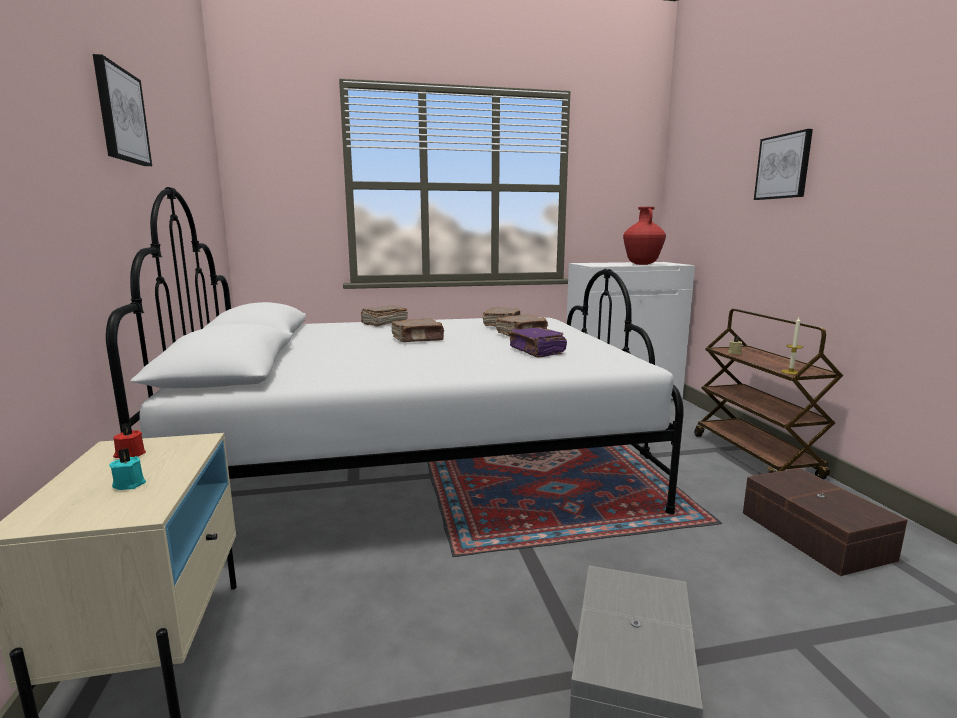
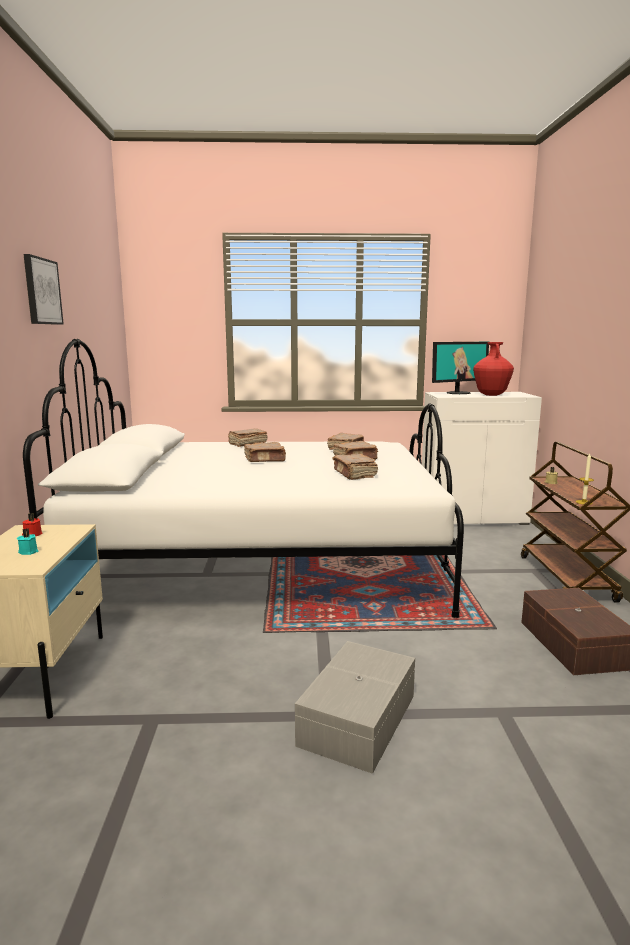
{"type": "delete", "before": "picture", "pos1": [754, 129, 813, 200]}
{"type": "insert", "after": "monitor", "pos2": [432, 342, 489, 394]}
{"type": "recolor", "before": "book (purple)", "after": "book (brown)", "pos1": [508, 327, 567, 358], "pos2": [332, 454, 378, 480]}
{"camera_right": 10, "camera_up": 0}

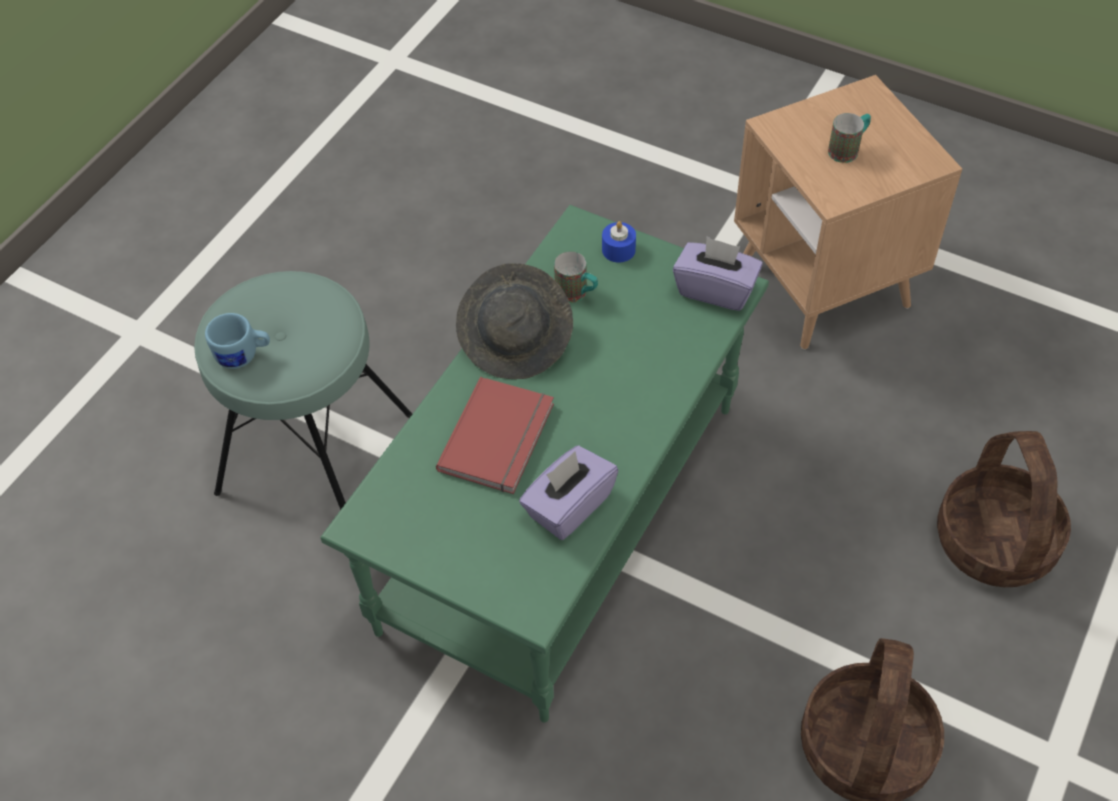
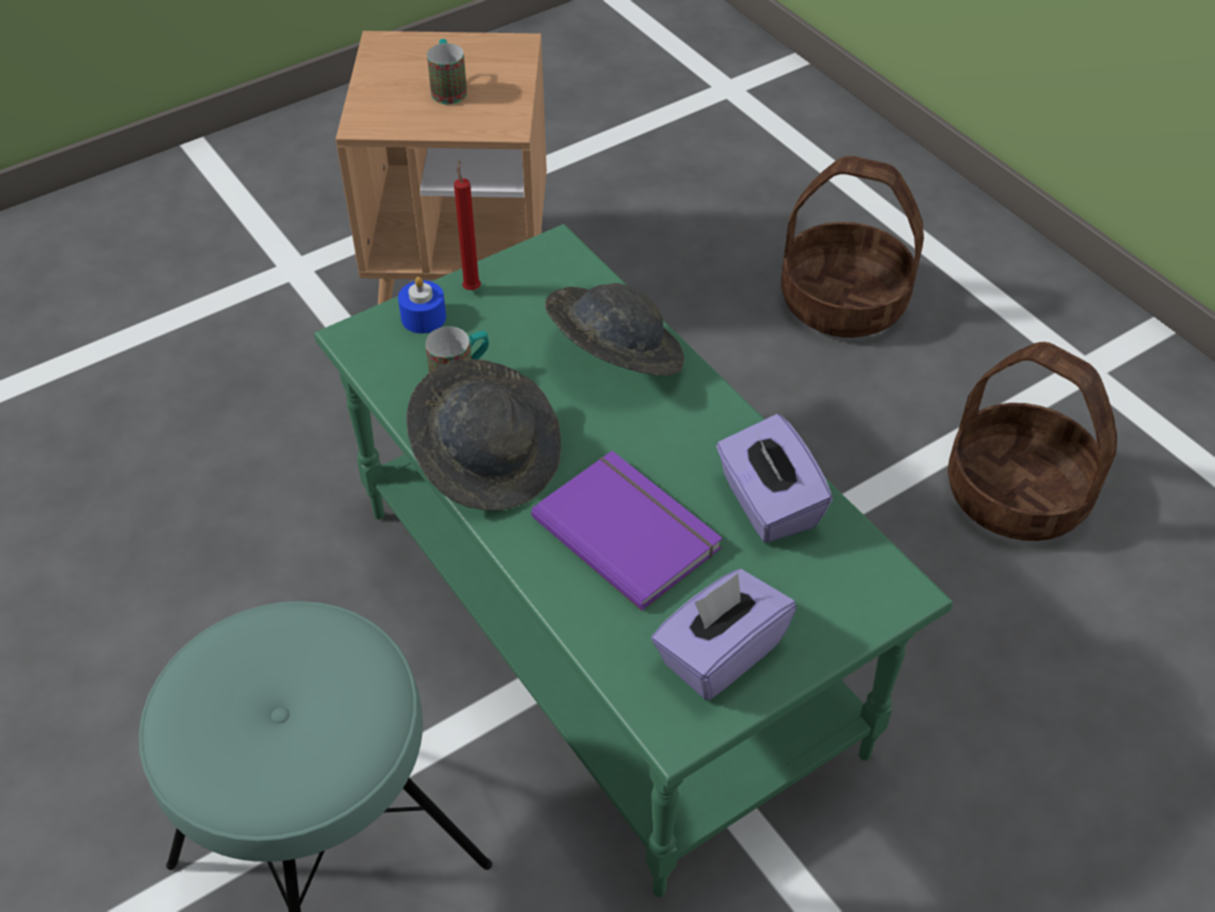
{"type": "delete", "before": "mug (blue)", "pos1": [205, 313, 270, 369]}
{"type": "insert", "after": "candle (red)", "pos2": [454, 160, 481, 290]}
{"type": "insert", "after": "hat (grey)", "pos2": [545, 283, 684, 376]}
{"type": "move", "before": "tissue box (purple)", "pos1": [673, 237, 763, 311], "pos2": [651, 569, 796, 701]}
{"type": "recolor", "before": "book (red)", "after": "book (purple)", "pos1": [436, 377, 554, 494], "pos2": [531, 451, 722, 611]}
{"camera_right": -65, "camera_up": -5}

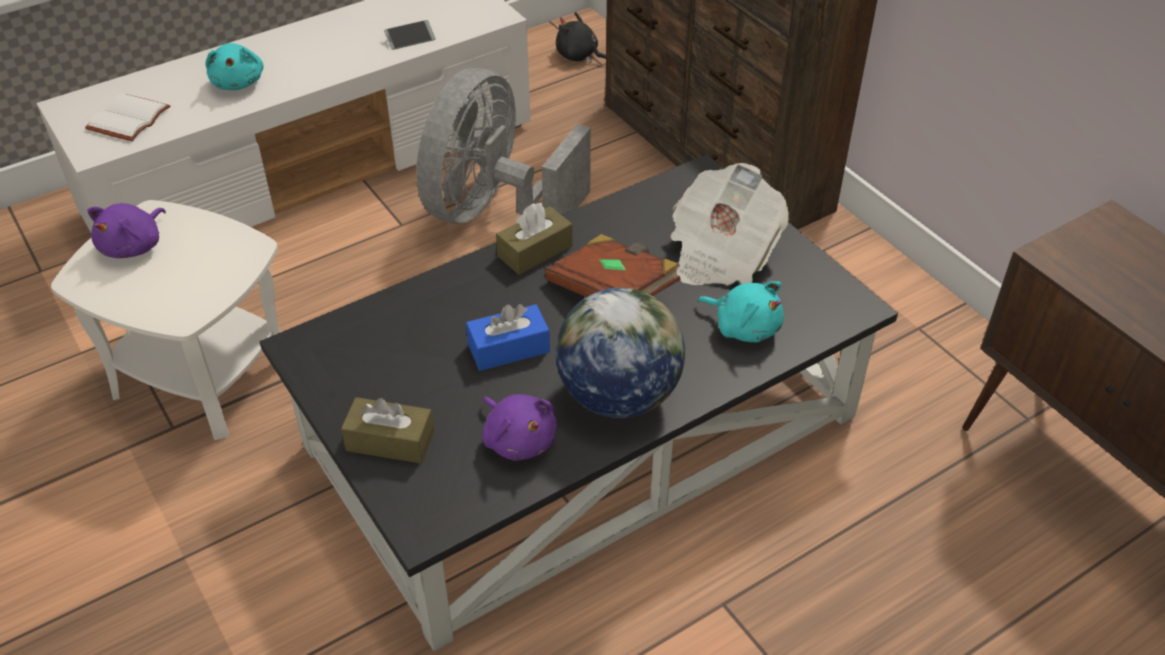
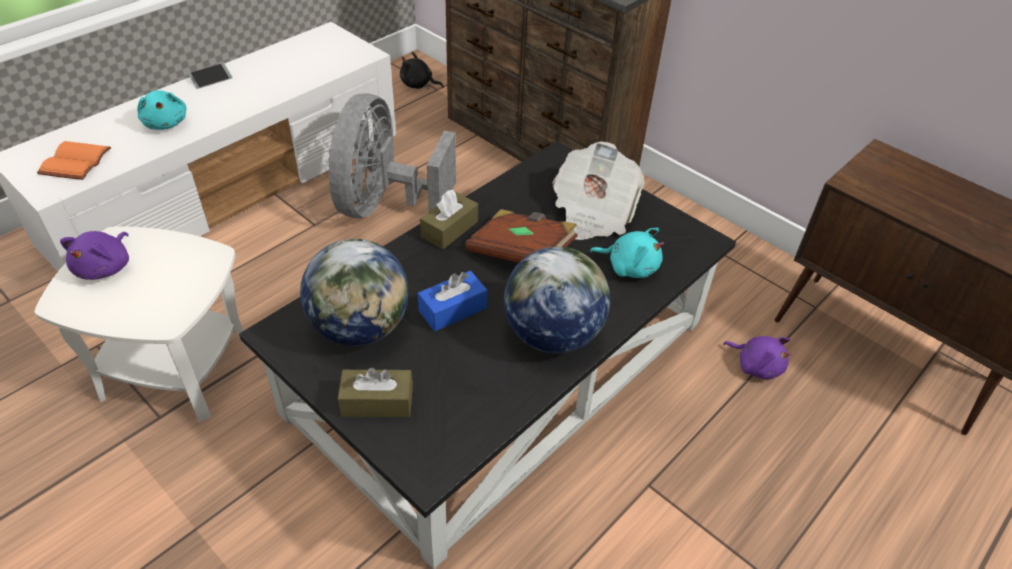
{"type": "insert", "after": "globe", "pos2": [300, 239, 409, 346]}
{"type": "move", "before": "phone", "pos1": [384, 20, 436, 50], "pos2": [188, 63, 232, 89]}
{"type": "move", "before": "plush toy (purple)", "pos1": [482, 394, 557, 461], "pos2": [723, 336, 791, 379]}
{"type": "recolor", "before": "book (white)", "after": "book (orange)", "pos1": [85, 93, 170, 141], "pos2": [37, 141, 111, 180]}
{"camera_right": -15, "camera_up": 0}

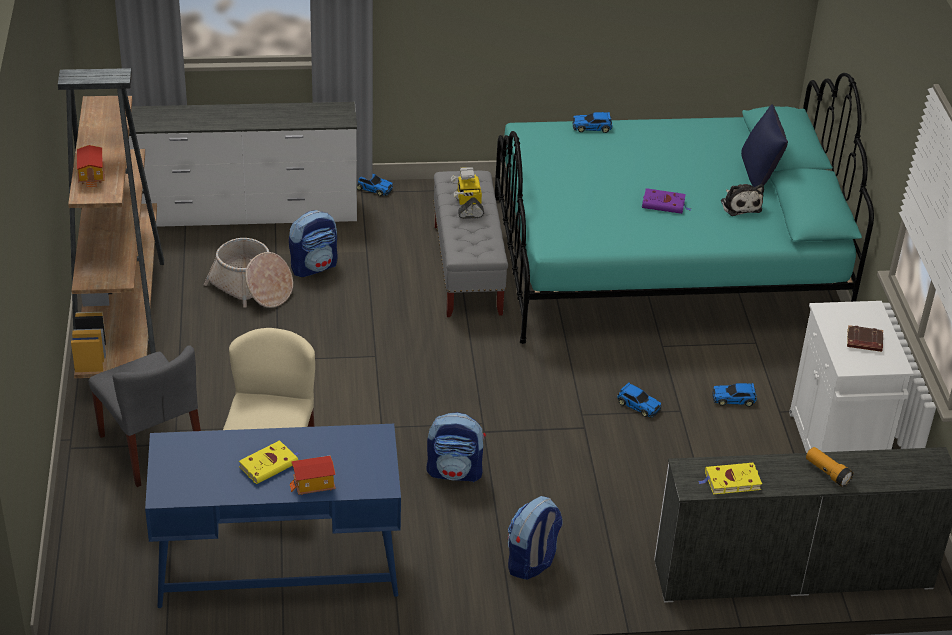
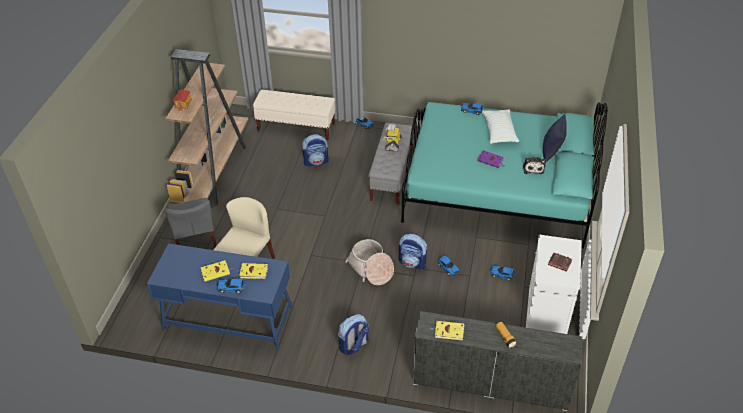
{"type": "insert", "after": "book (yellow)", "pos2": [236, 263, 268, 279]}
{"type": "insert", "after": "pillow", "pos2": [482, 109, 519, 144]}
{"type": "move", "before": "basket", "pos1": [204, 238, 293, 308], "pos2": [345, 239, 394, 285]}
{"type": "move", "before": "backpack", "pos1": [427, 412, 486, 482], "pos2": [399, 234, 428, 270]}
{"type": "replace", "before": "dresser (white)", "after": "bench (beige)", "pos1": [129, 102, 357, 227], "pos2": [253, 90, 335, 140]}
{"type": "replace", "before": "toy house", "after": "toy car", "pos1": [289, 456, 336, 495], "pos2": [217, 279, 245, 294]}
{"camera_right": 20, "camera_up": 5}

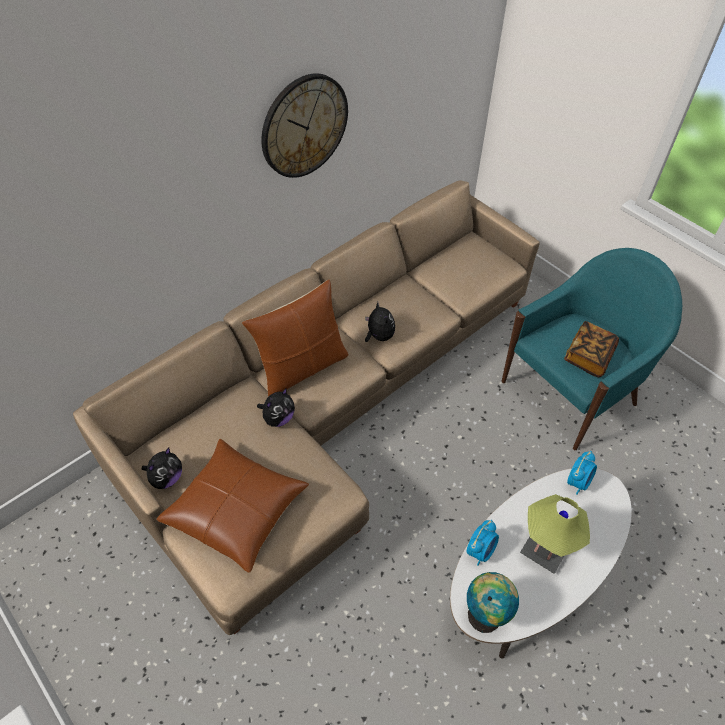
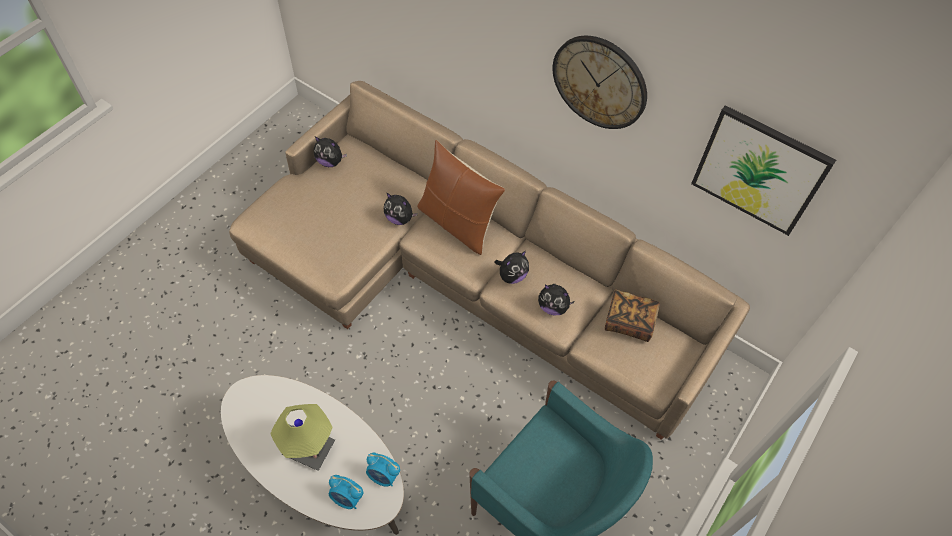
{"type": "delete", "before": "pillow (brown)", "pos1": [157, 439, 309, 573]}
{"type": "delete", "before": "globe", "pos1": [467, 572, 519, 633]}
{"type": "insert", "after": "plush toy", "pos2": [538, 284, 575, 315]}
{"type": "insert", "after": "picture", "pos2": [691, 105, 836, 236]}
{"type": "move", "before": "alarm clock", "pos1": [467, 520, 499, 566], "pos2": [329, 475, 364, 509]}
{"type": "move", "before": "book", "pos1": [564, 321, 619, 377], "pos2": [605, 290, 660, 342]}
{"camera_right": 75, "camera_up": 5}

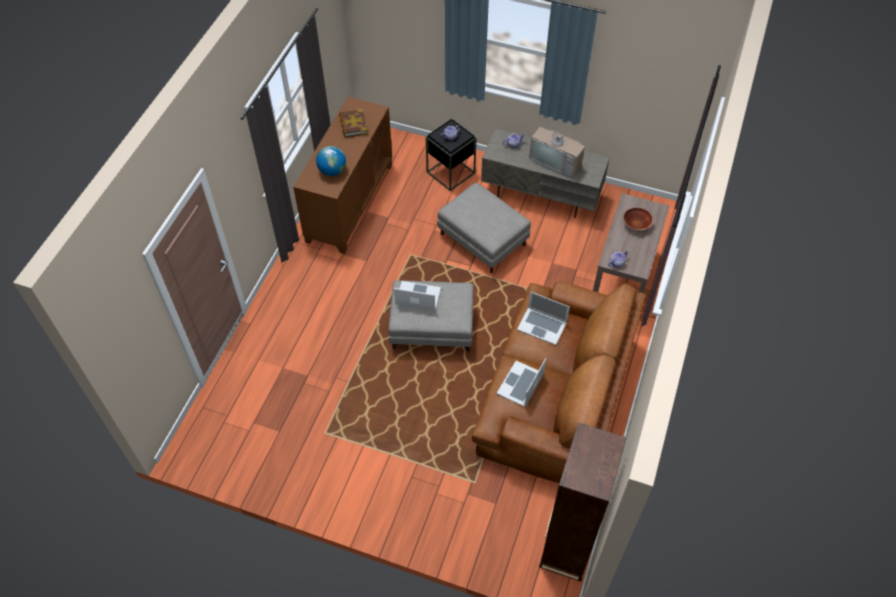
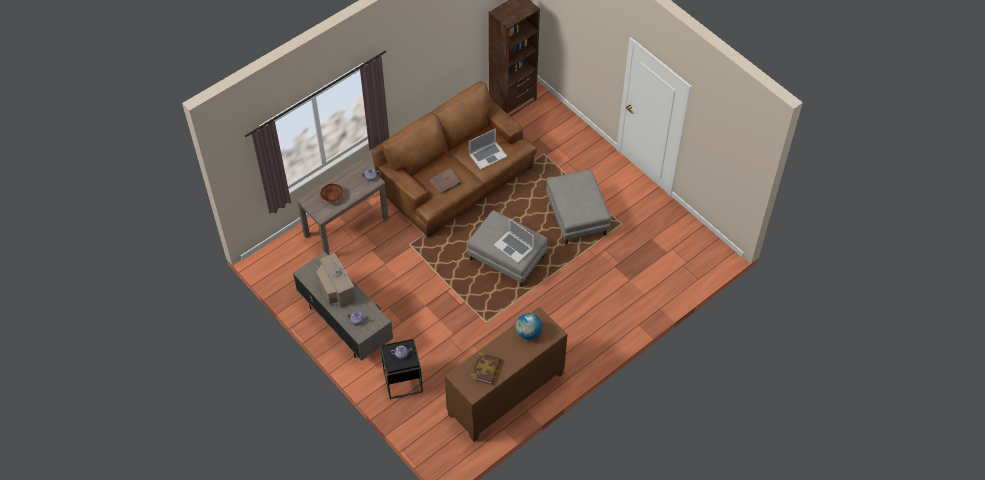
{"type": "move", "before": "ottoman (grey)", "pos1": [437, 183, 531, 273], "pos2": [546, 169, 611, 245]}
{"type": "replace", "before": "laptop", "after": "book (brown)", "pos1": [517, 292, 570, 345], "pos2": [431, 169, 461, 194]}
{"camera_right": -150, "camera_up": 0}

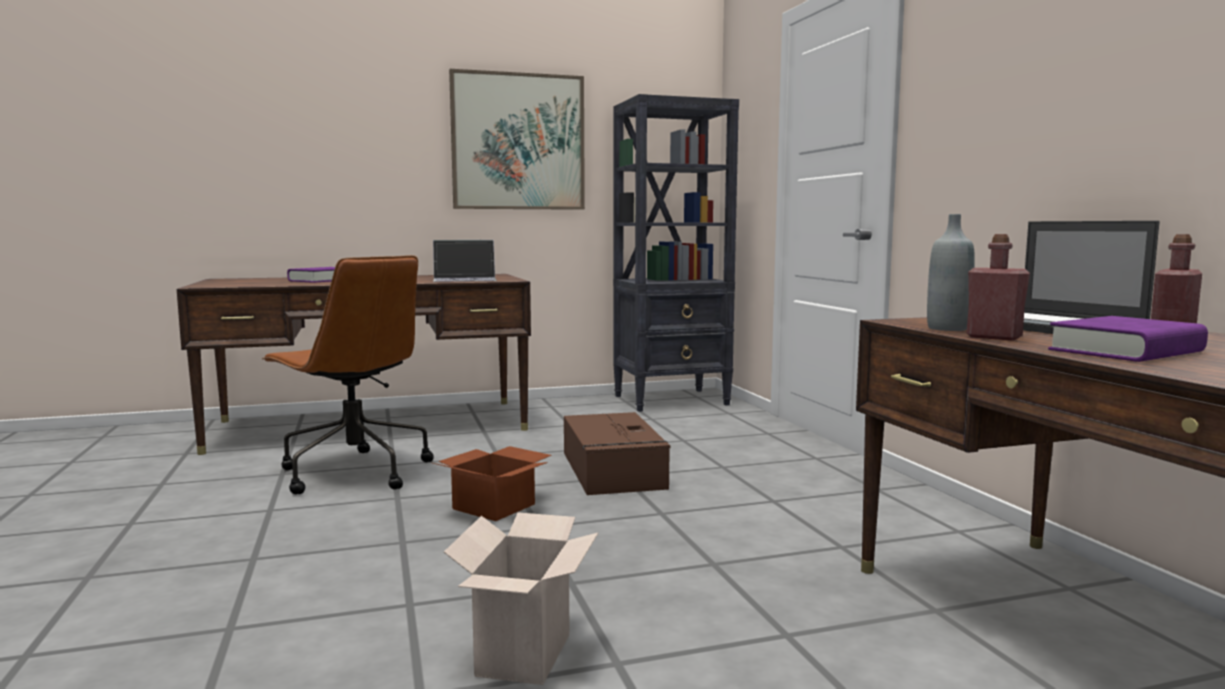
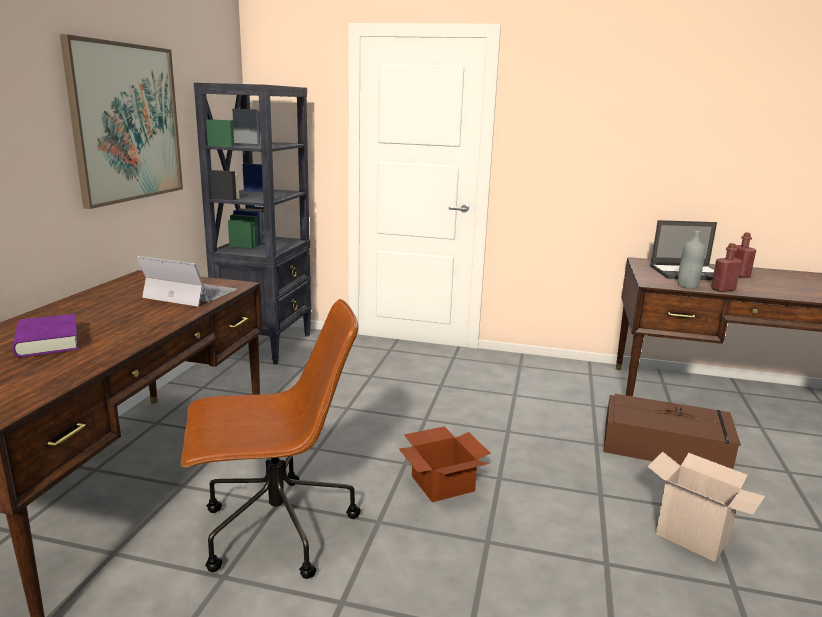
{"type": "delete", "before": "book (purple)", "pos1": [1048, 316, 1208, 362]}
{"type": "move", "before": "storage box (brown)", "pos1": [564, 412, 671, 495], "pos2": [604, 394, 741, 469]}
{"type": "rotate", "before": "laptop", "pos1": [433, 240, 497, 282], "pos2": [136, 256, 237, 307], "turn": -90}
{"camera_right": -60, "camera_up": 10}

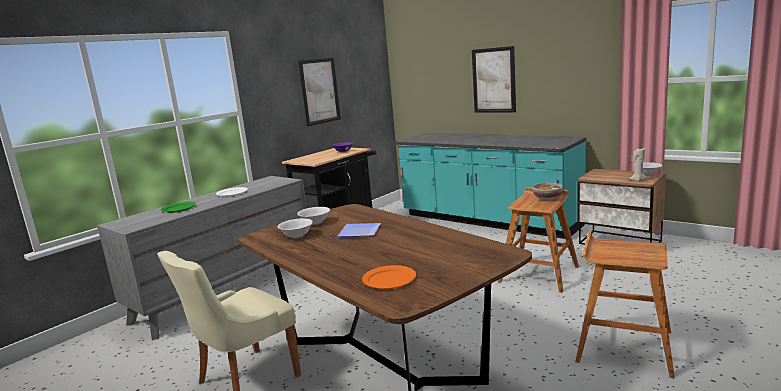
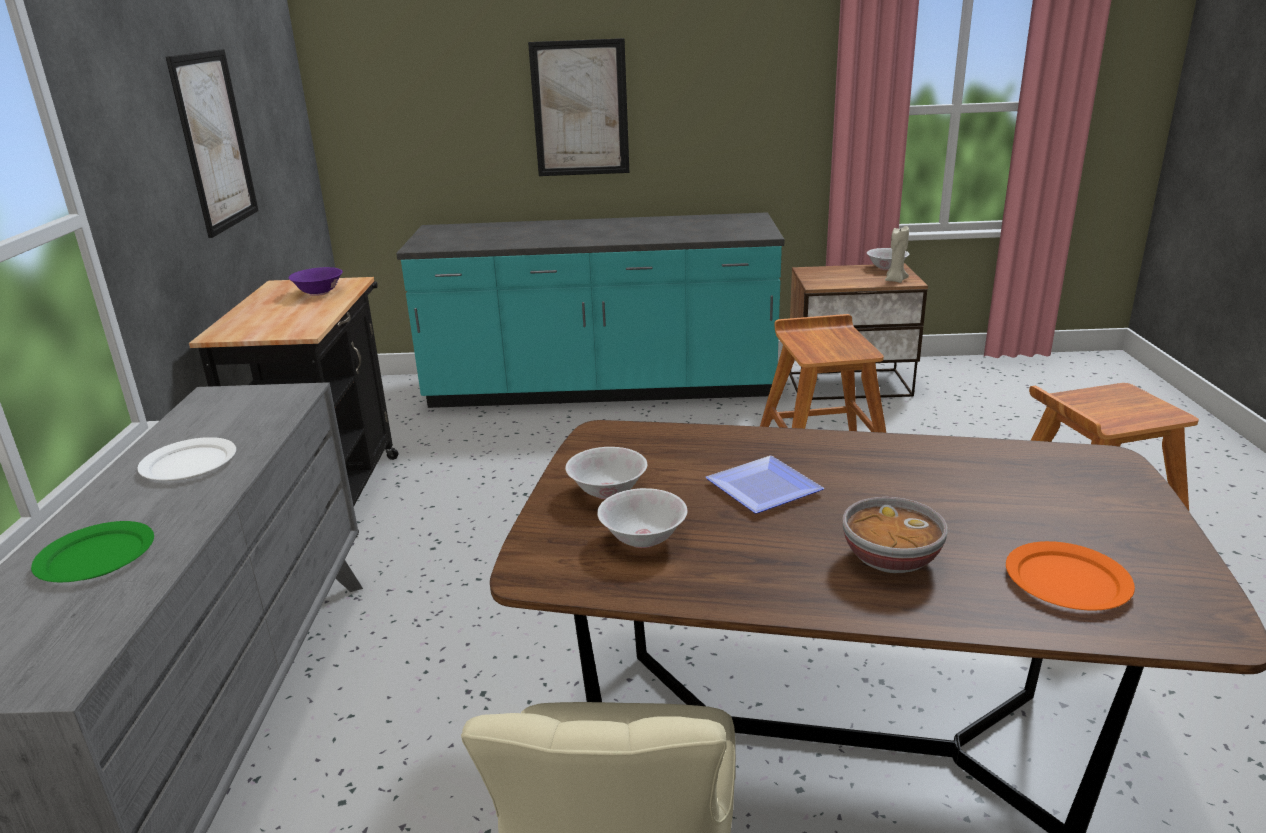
{"type": "move", "before": "bowl", "pos1": [532, 183, 563, 200], "pos2": [843, 497, 948, 573]}
{"camera_right": -40, "camera_up": 10}

